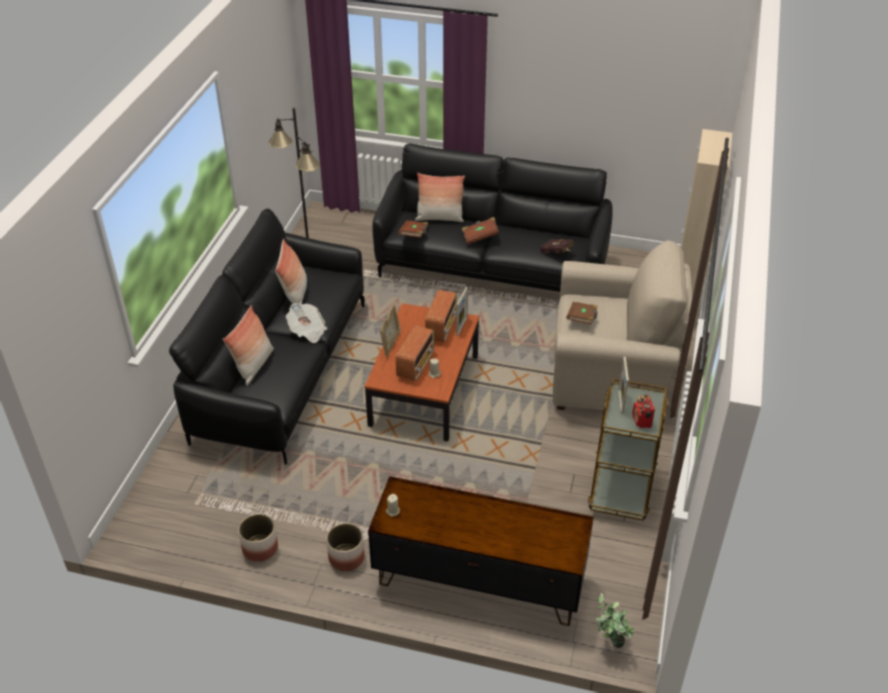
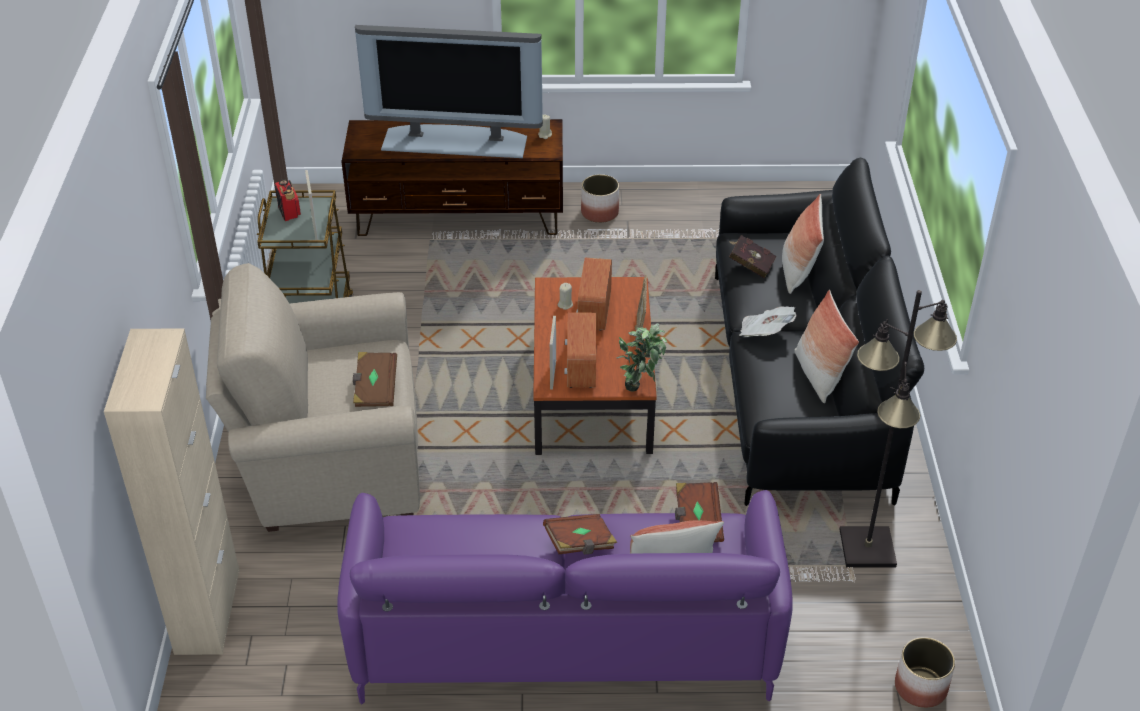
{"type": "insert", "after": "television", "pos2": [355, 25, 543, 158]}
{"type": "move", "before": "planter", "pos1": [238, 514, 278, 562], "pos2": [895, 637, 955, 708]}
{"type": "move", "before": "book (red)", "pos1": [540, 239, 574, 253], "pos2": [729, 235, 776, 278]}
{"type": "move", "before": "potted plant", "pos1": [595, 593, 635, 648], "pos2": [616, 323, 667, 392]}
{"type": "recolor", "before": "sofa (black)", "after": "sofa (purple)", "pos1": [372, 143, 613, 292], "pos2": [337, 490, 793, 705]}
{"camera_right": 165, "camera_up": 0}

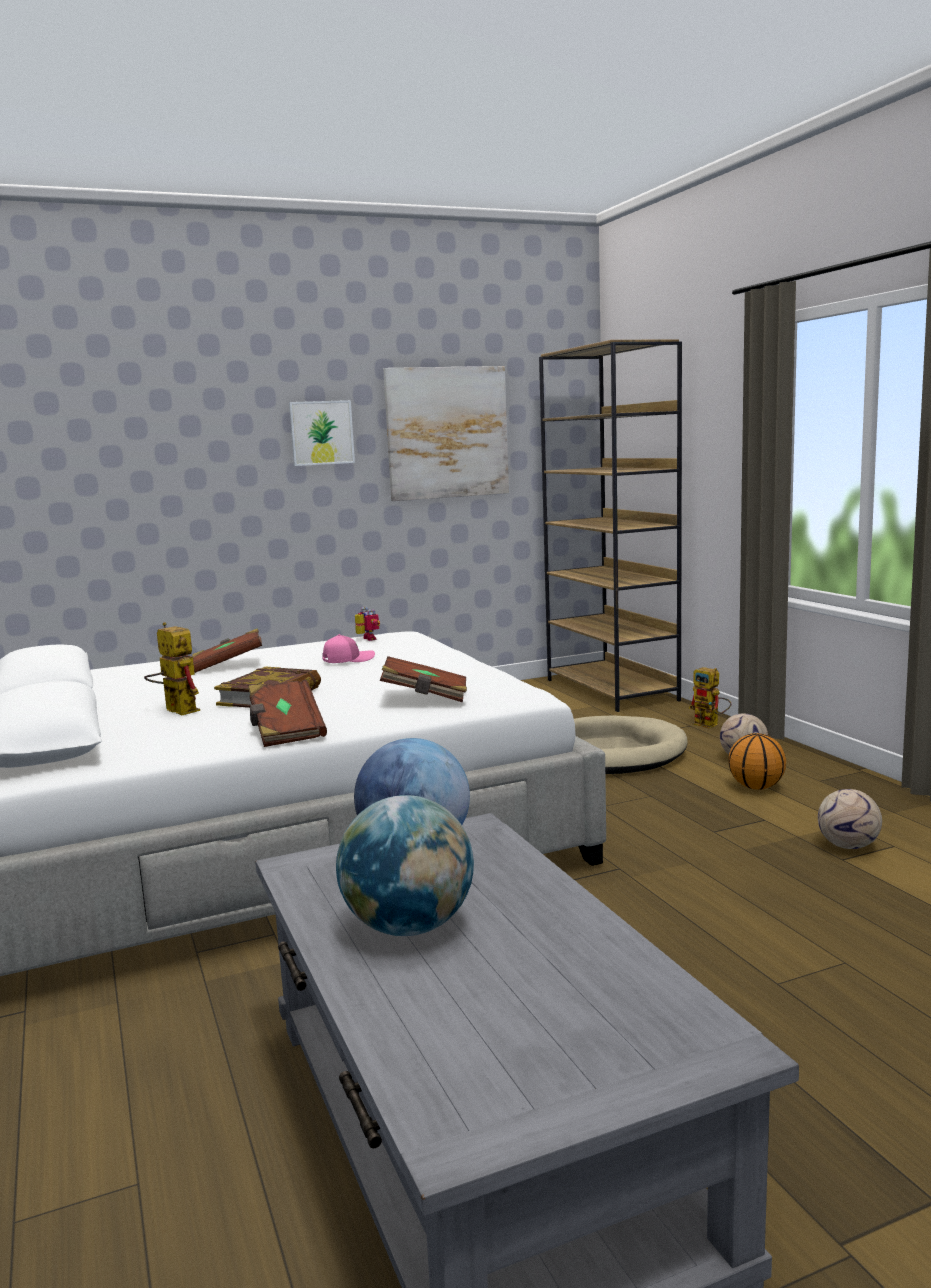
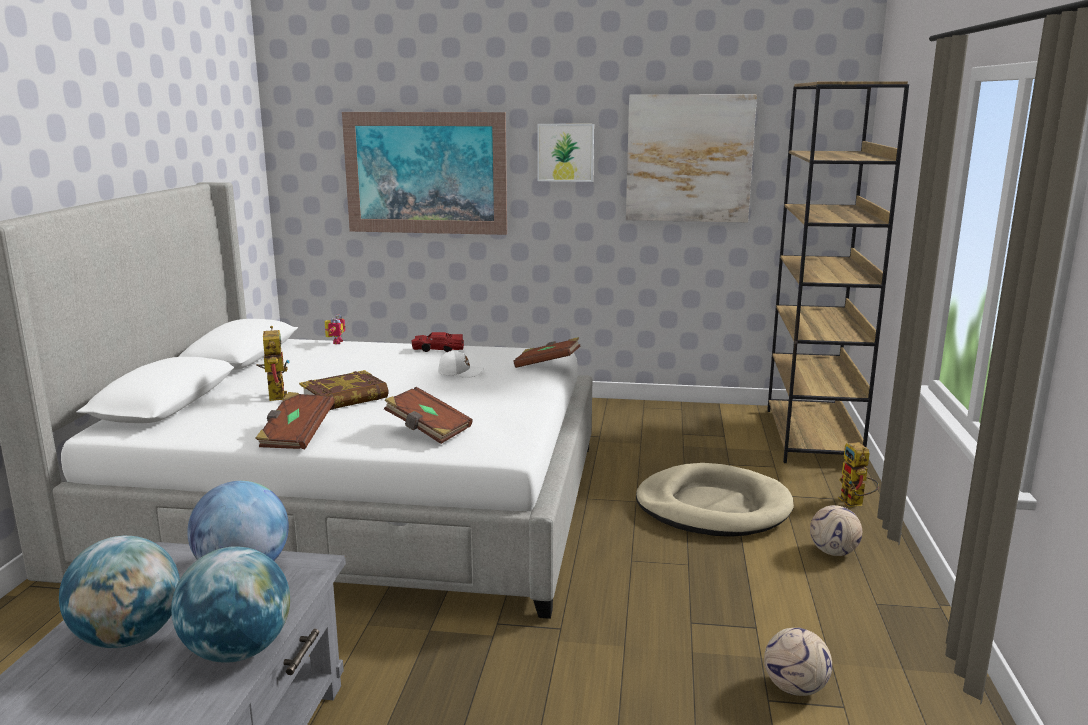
{"type": "delete", "before": "basketball", "pos1": [728, 733, 786, 790]}
{"type": "insert", "after": "globe", "pos2": [171, 547, 290, 663]}
{"type": "insert", "after": "picture", "pos2": [342, 112, 507, 235]}
{"type": "insert", "after": "toy car (red)", "pos2": [411, 332, 464, 352]}
{"type": "move", "before": "book (brown)", "pos1": [192, 628, 262, 673], "pos2": [514, 337, 580, 368]}
{"type": "move", "before": "toy robot", "pos1": [355, 607, 380, 641], "pos2": [325, 314, 345, 344]}
{"type": "recolor", "before": "cap (pink)", "after": "cap (white)", "pos1": [322, 634, 375, 663], "pos2": [438, 350, 484, 378]}
{"camera_right": 30, "camera_up": 5}

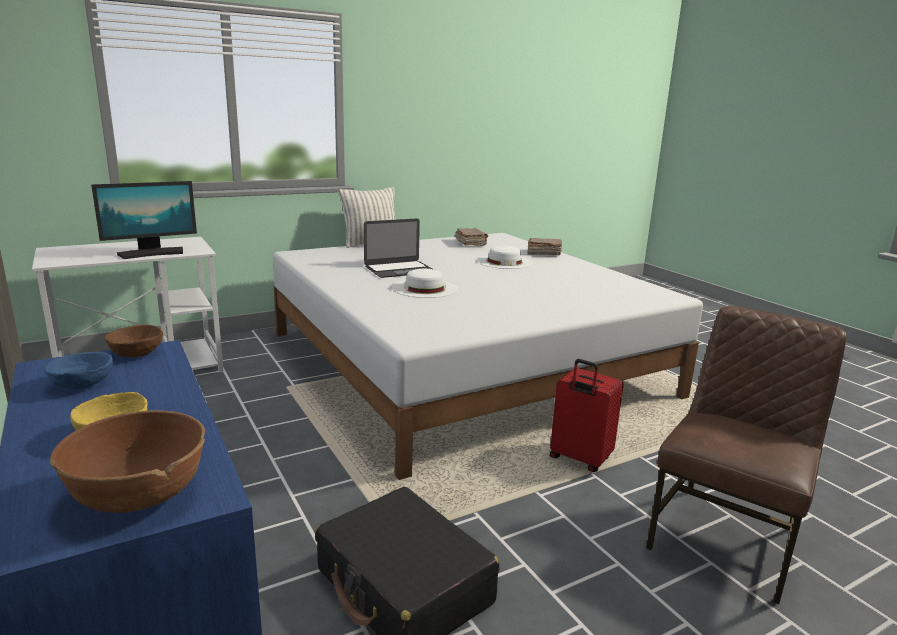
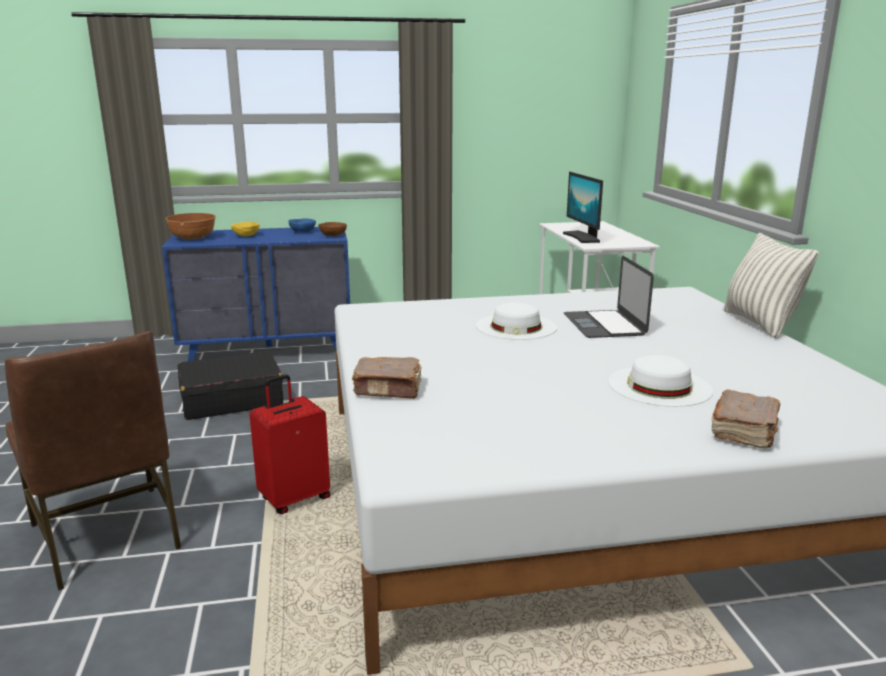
{"type": "move", "before": "book (brown)", "pos1": [455, 228, 488, 246], "pos2": [352, 357, 422, 399]}
{"camera_right": 110, "camera_up": 0}

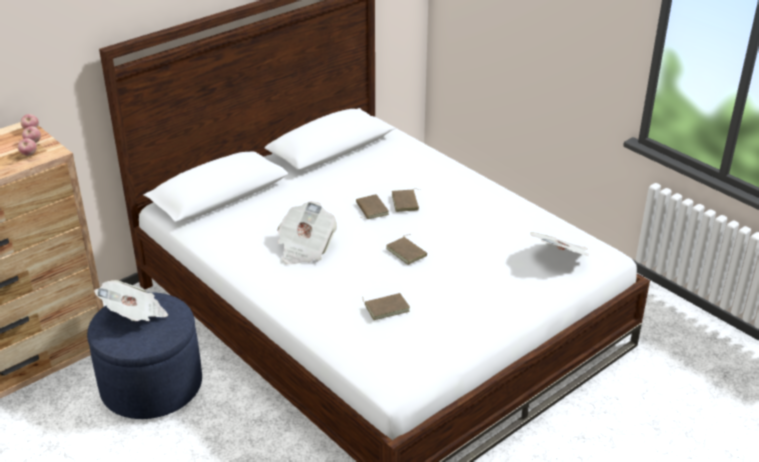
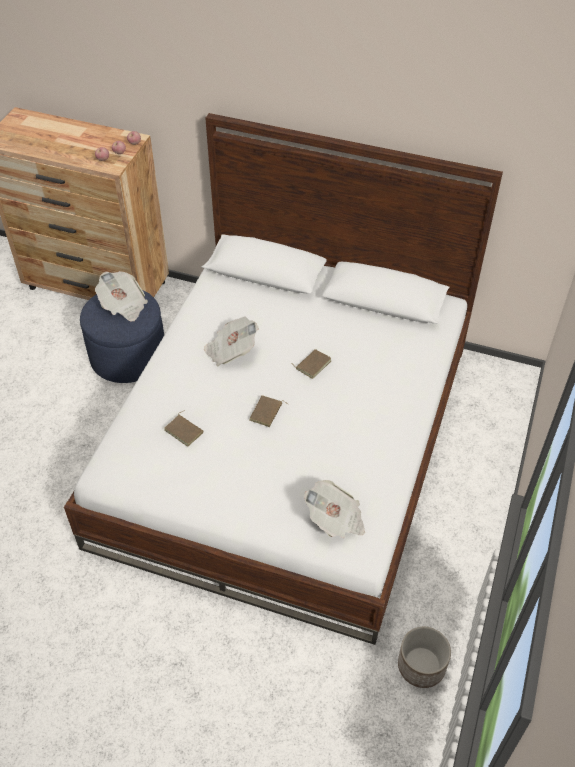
{"type": "delete", "before": "book (brown)", "pos1": [392, 188, 420, 212]}
{"type": "insert", "after": "planter", "pos2": [398, 627, 451, 688]}
{"camera_right": 60, "camera_up": 15}

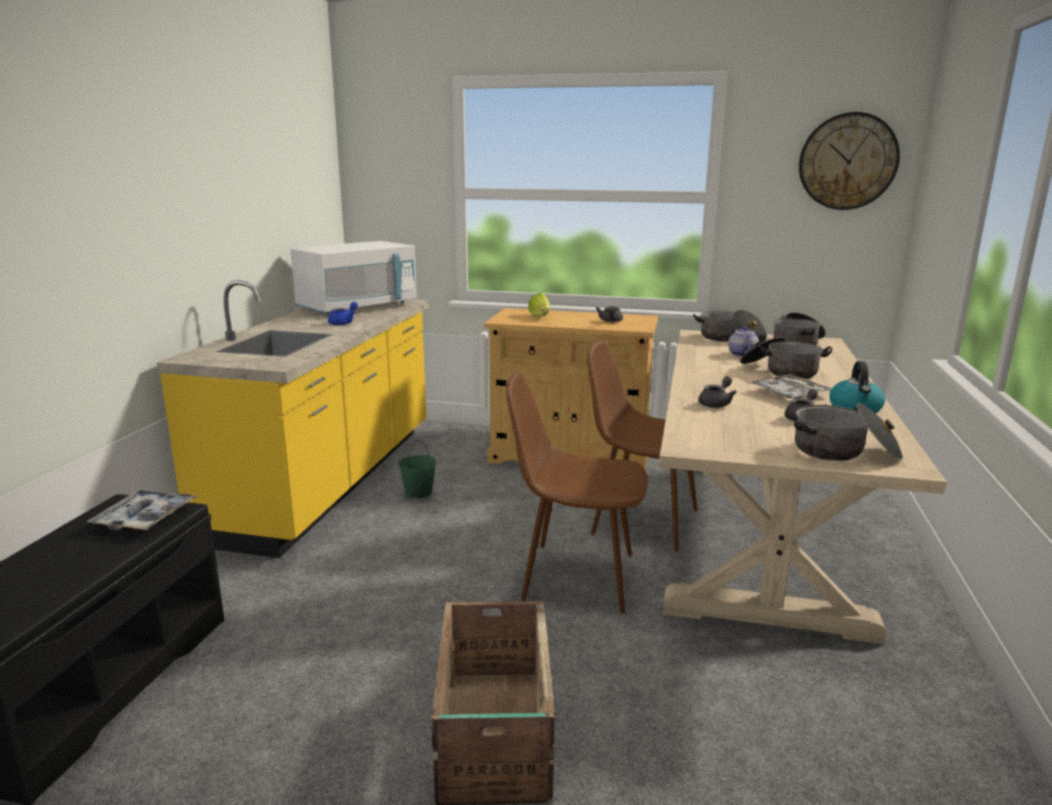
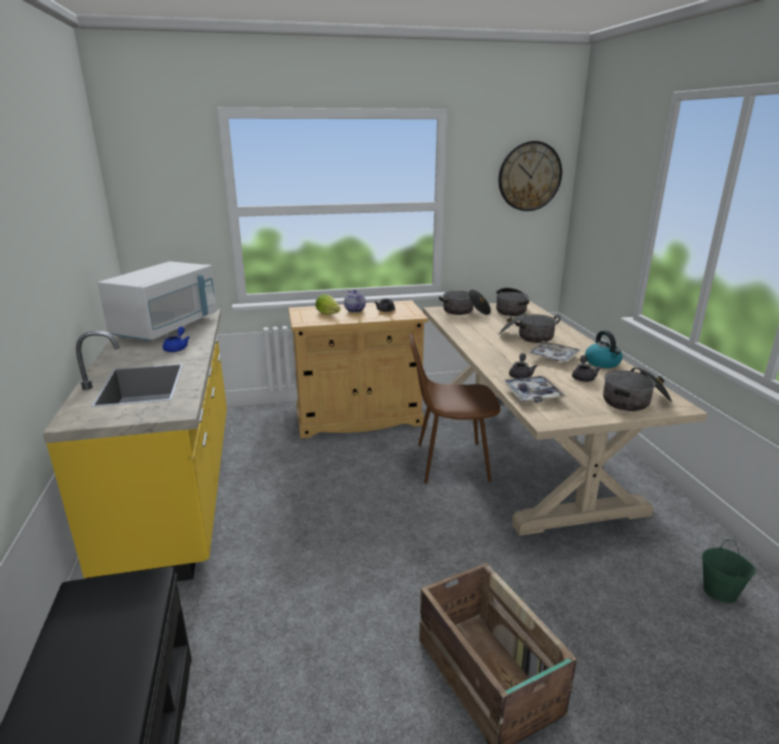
{"type": "delete", "before": "chair (brown)", "pos1": [506, 371, 648, 614]}
{"type": "move", "before": "tray", "pos1": [87, 489, 197, 530], "pos2": [502, 376, 567, 403]}
{"type": "move", "before": "bucket (green)", "pos1": [398, 440, 437, 498], "pos2": [702, 539, 756, 603]}
{"type": "move", "before": "teapot", "pos1": [728, 326, 759, 357], "pos2": [344, 290, 366, 312]}
{"camera_right": -25, "camera_up": 5}

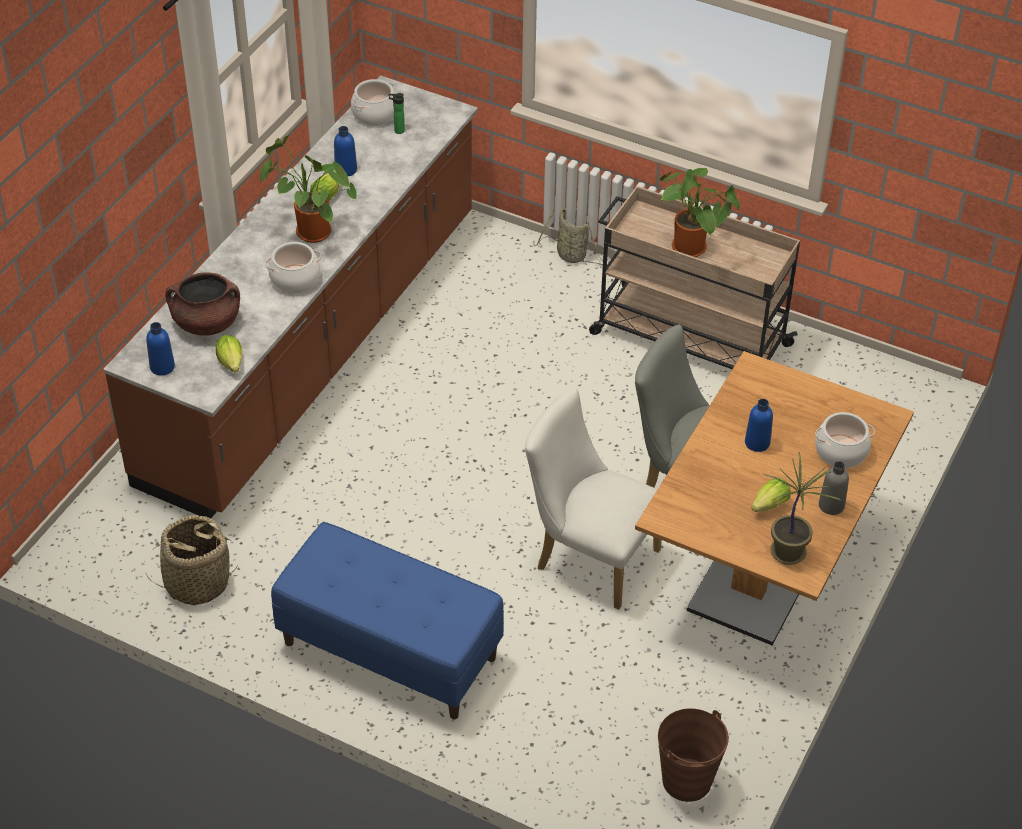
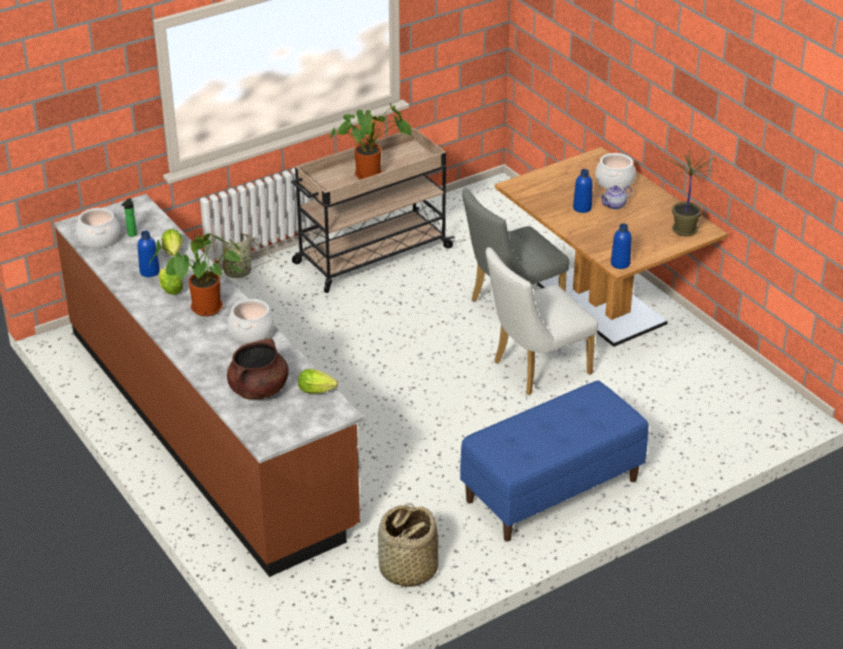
{"type": "delete", "before": "bucket (brown)", "pos1": [658, 708, 729, 802]}
{"type": "delete", "before": "bottle (grey)", "pos1": [819, 461, 849, 515]}
{"type": "insert", "after": "teapot", "pos2": [599, 185, 632, 210]}
{"type": "move", "before": "bottle (blue)", "pos1": [146, 322, 175, 376], "pos2": [611, 223, 632, 269]}
{"type": "move", "before": "lettuce", "pos1": [752, 478, 791, 512], "pos2": [162, 229, 182, 256]}
{"camera_right": -60, "camera_up": -10}

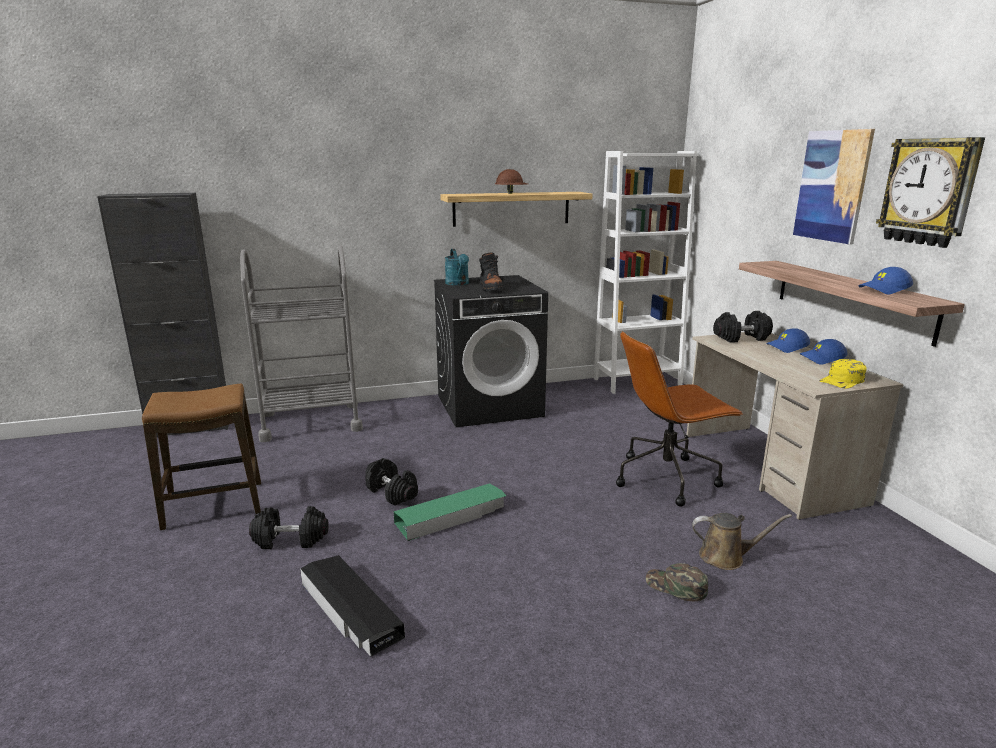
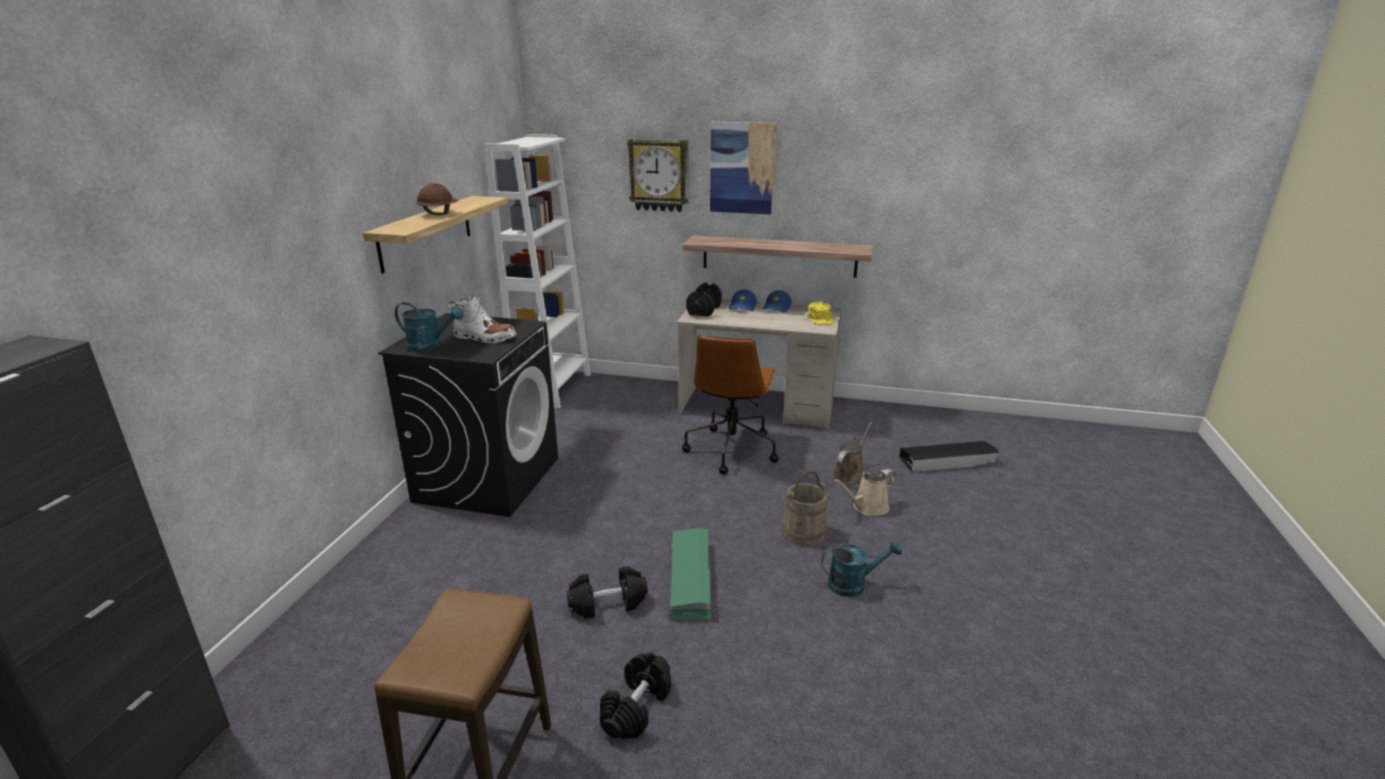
{"type": "delete", "before": "cart (grey)", "pos1": [240, 246, 363, 442]}
{"type": "delete", "before": "cap (blue)", "pos1": [858, 267, 913, 294]}
{"type": "insert", "after": "bucket (beige)", "pos2": [782, 471, 827, 546]}
{"type": "insert", "after": "watering can (turquoise)", "pos2": [821, 540, 902, 597]}
{"type": "move", "before": "storage box (black)", "pos1": [300, 555, 406, 657], "pos2": [899, 441, 1000, 472]}
{"type": "move", "before": "wall clock", "pos1": [876, 137, 985, 248], "pos2": [627, 139, 689, 212]}
{"type": "replace", "before": "cap (green)", "after": "watering can (beige)", "pos1": [646, 563, 708, 601], "pos2": [833, 469, 897, 515]}
{"type": "recolor", "before": "boot (black)", "after": "boot (white)", "pos1": [479, 252, 505, 292], "pos2": [448, 294, 517, 343]}
{"camera_right": -60, "camera_up": 5}

